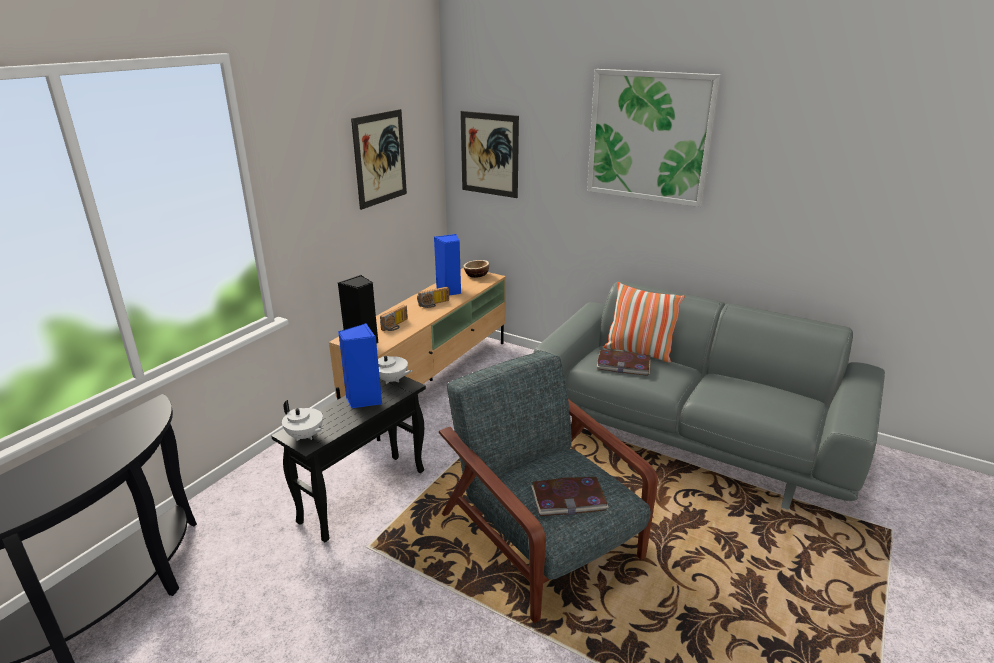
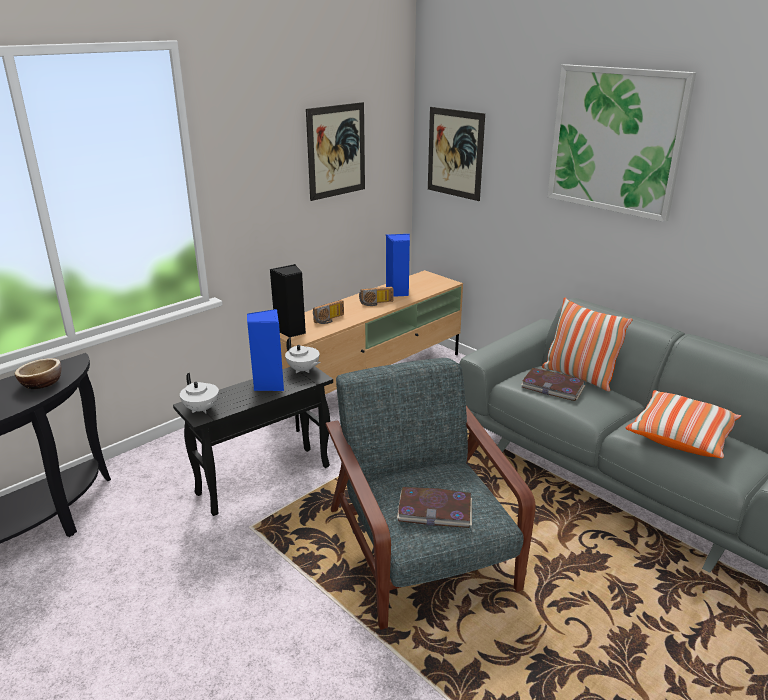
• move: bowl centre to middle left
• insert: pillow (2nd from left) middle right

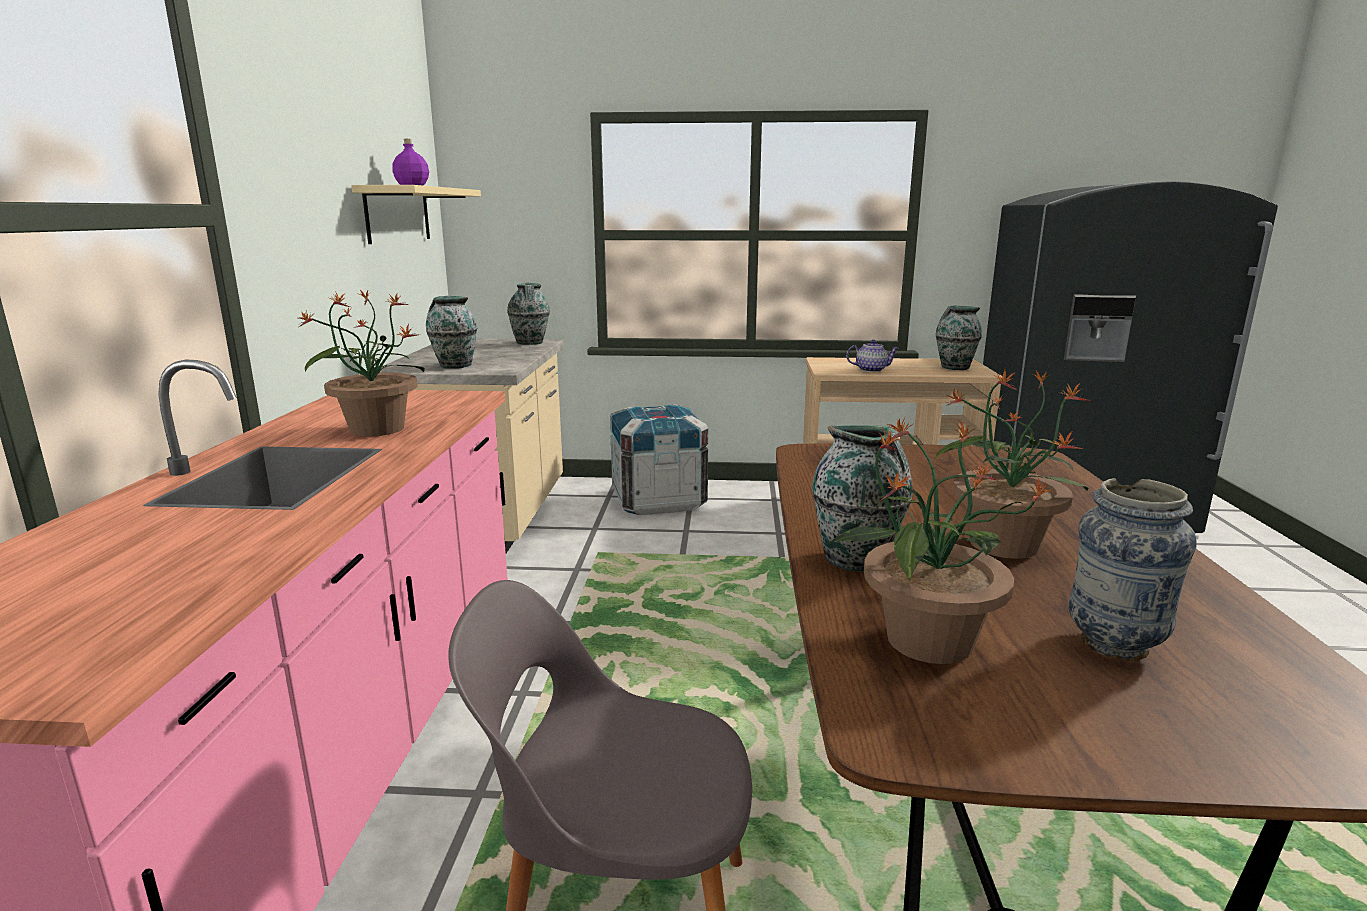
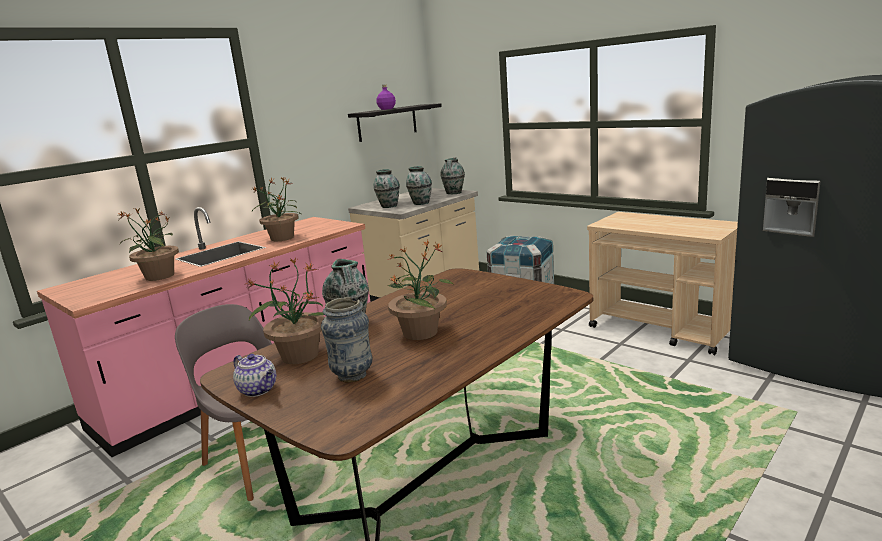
• insert: potted plant (1st from left) middle left
• move: teapot centre to bottom left
• recolor: shelf (beige) top left to shelf (black) top centre
• move: vase (4th from left) middle right to centre

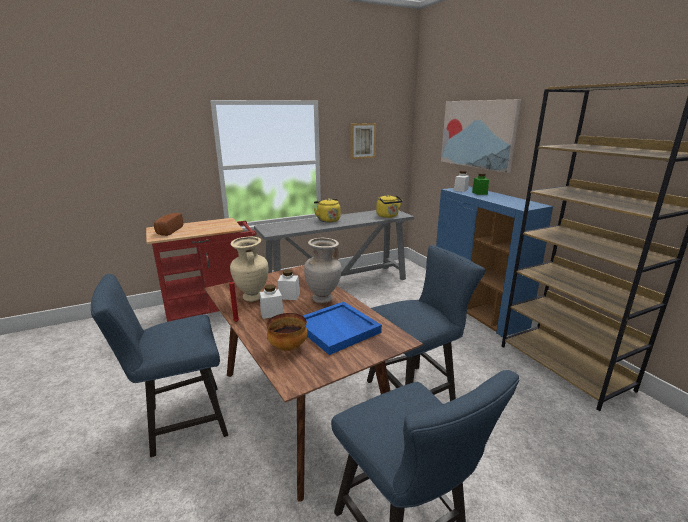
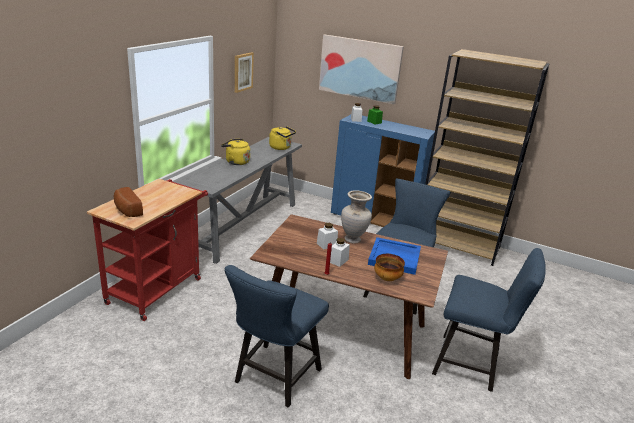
• delete: vase (beige) (1st from left) centre

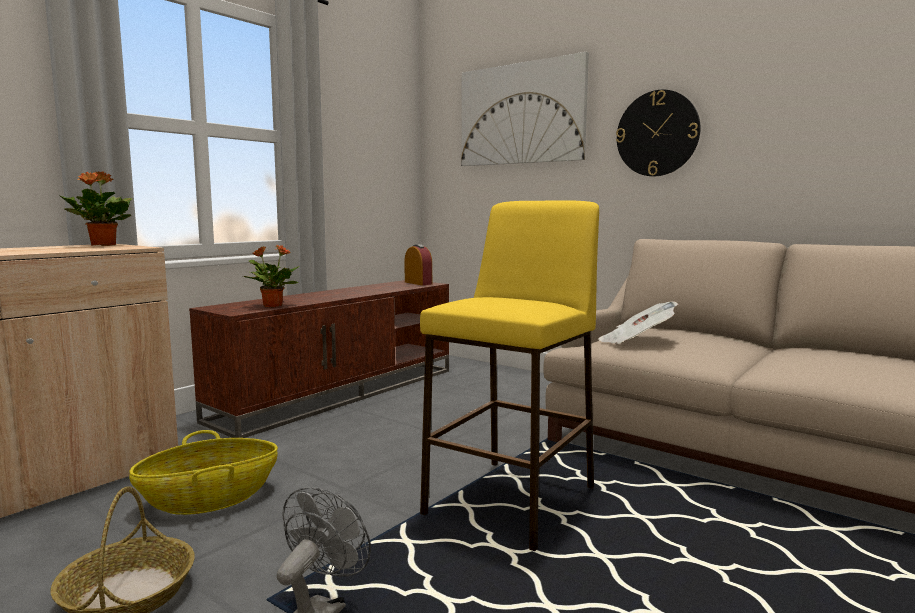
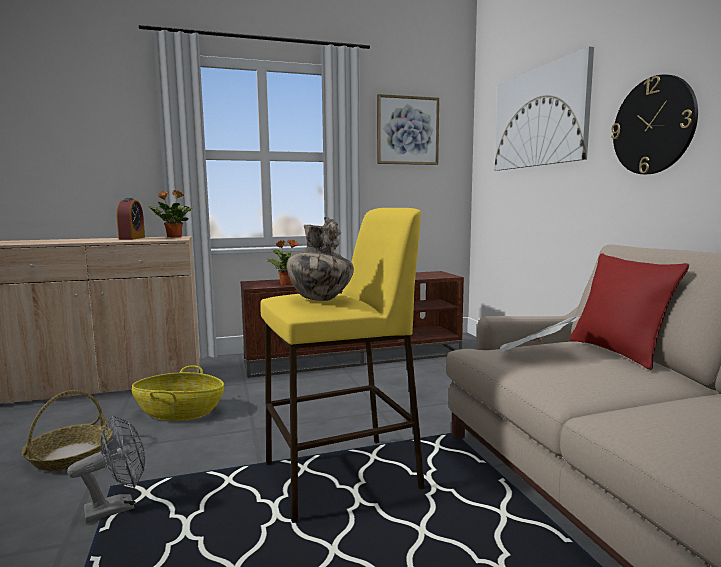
• move: alarm clock centre to middle left
• insert: vase centre
• insert: picture (1st from left) top centre
• insert: pillow (red) middle right

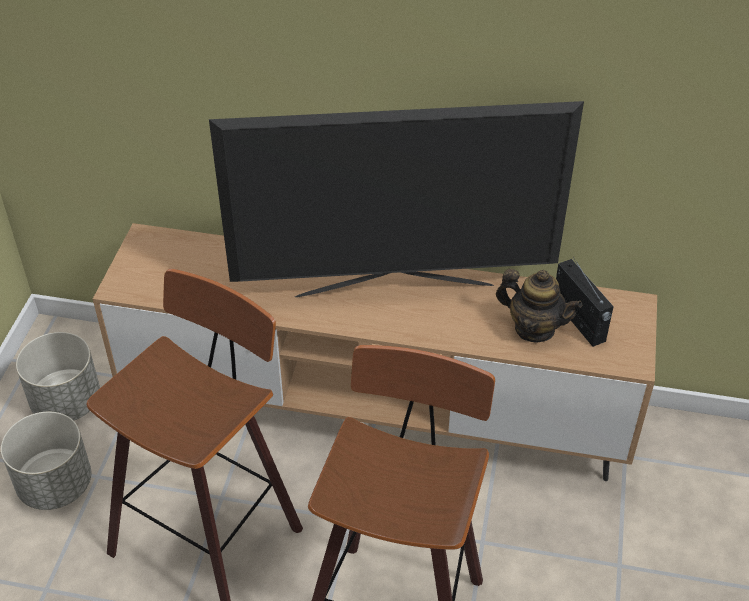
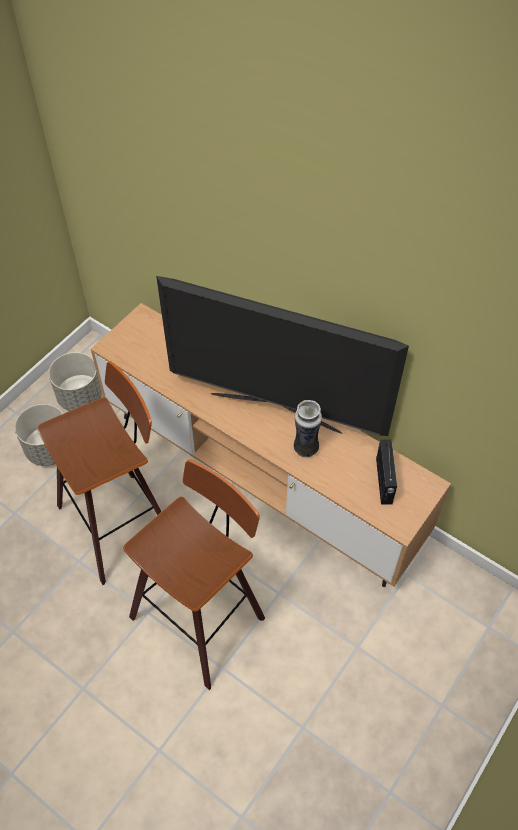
• insert: vase centre
• delete: teapot middle right

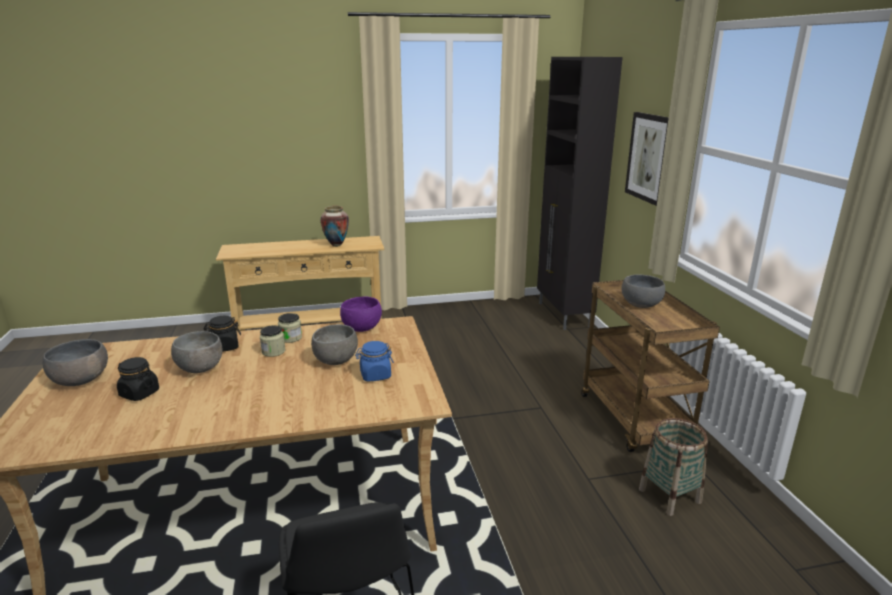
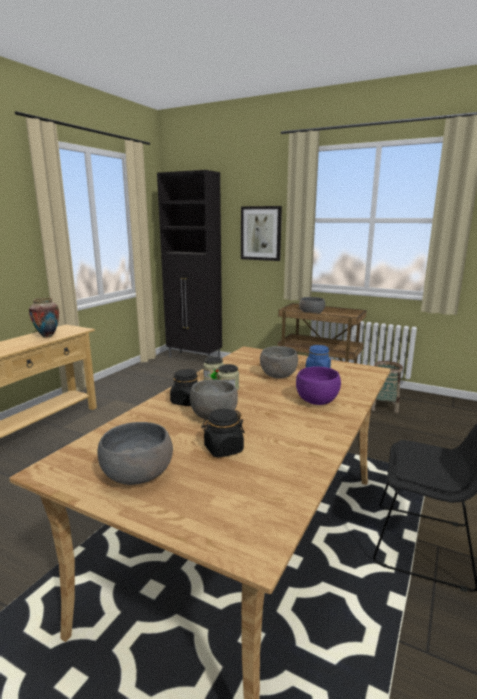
• move: bowl (purple) centre to middle right

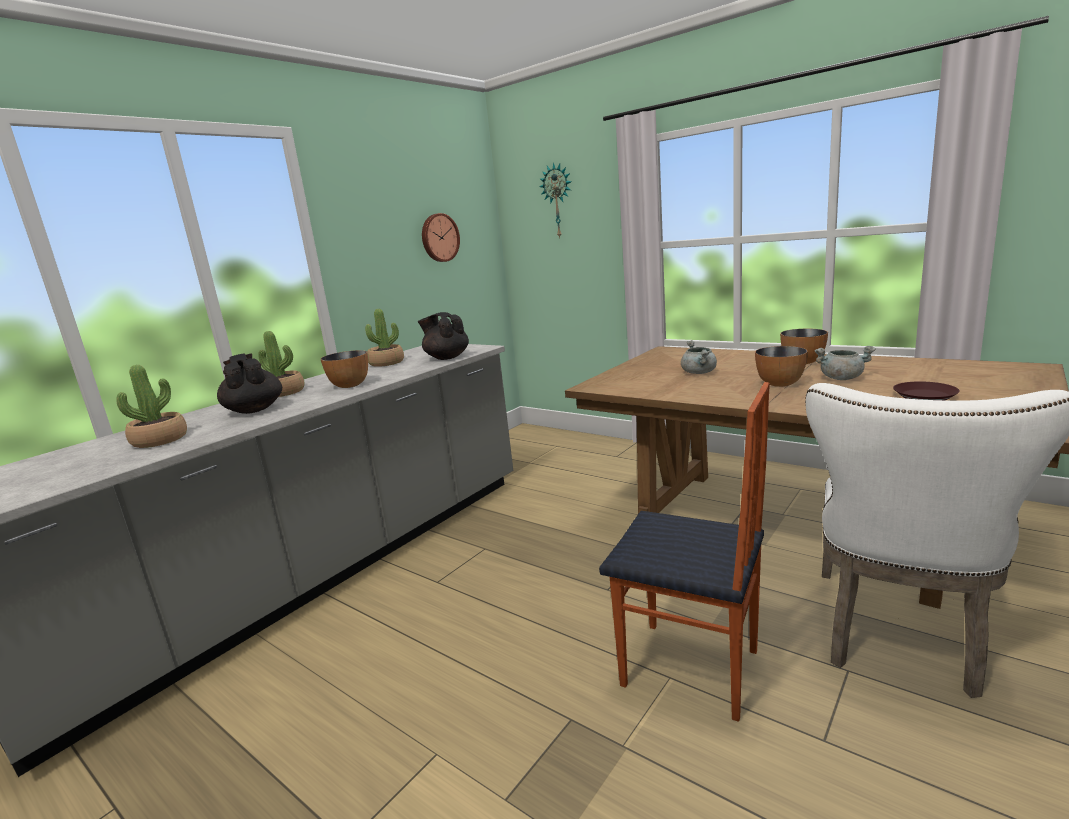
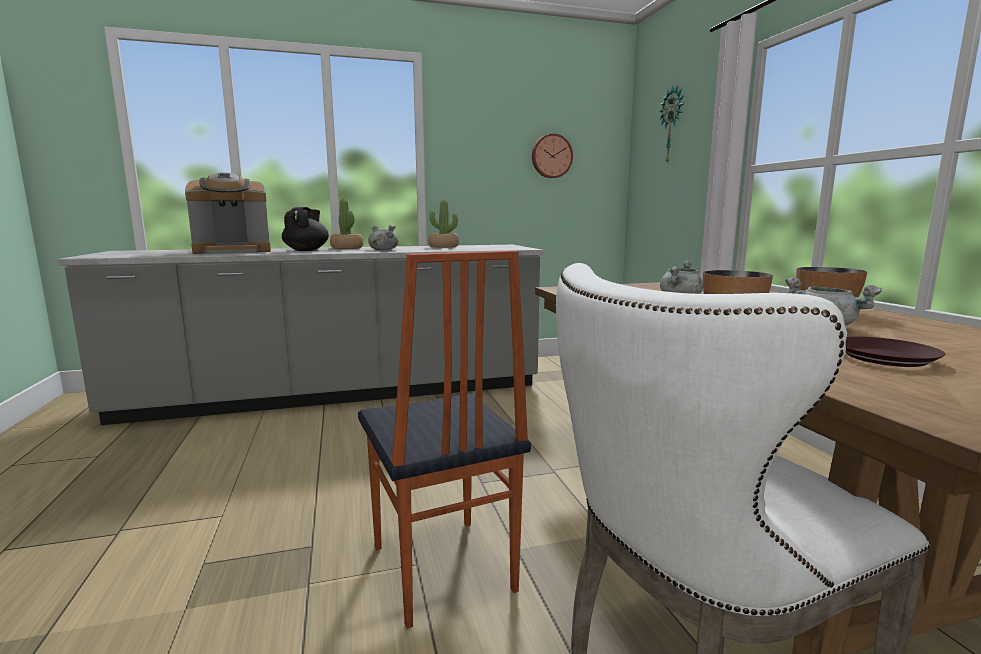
• replace: potted plant (1st from left) middle left to coffee machine top left
• replace: bowl (1st from left) middle left to cooking pot (grey) (1st from left) centre
• delete: teapot (black) (2nd from left) centre

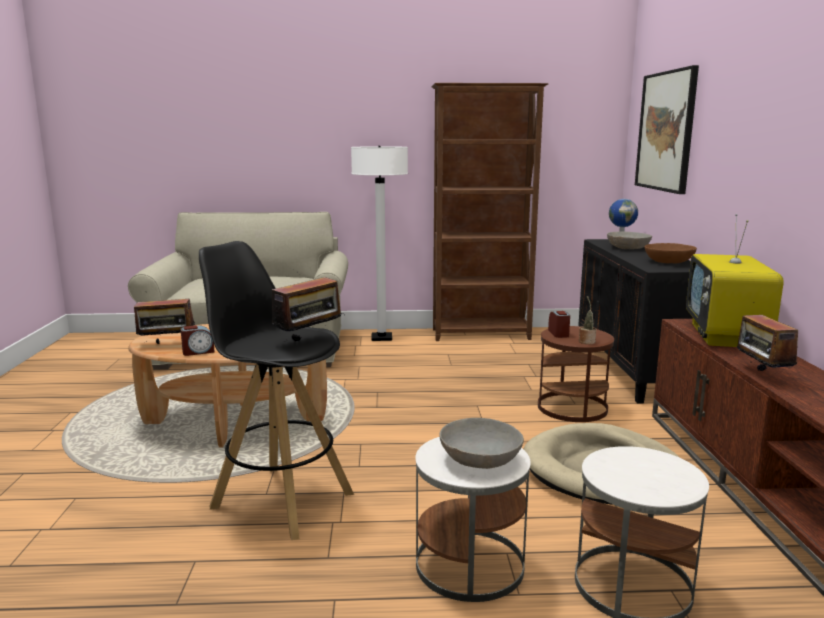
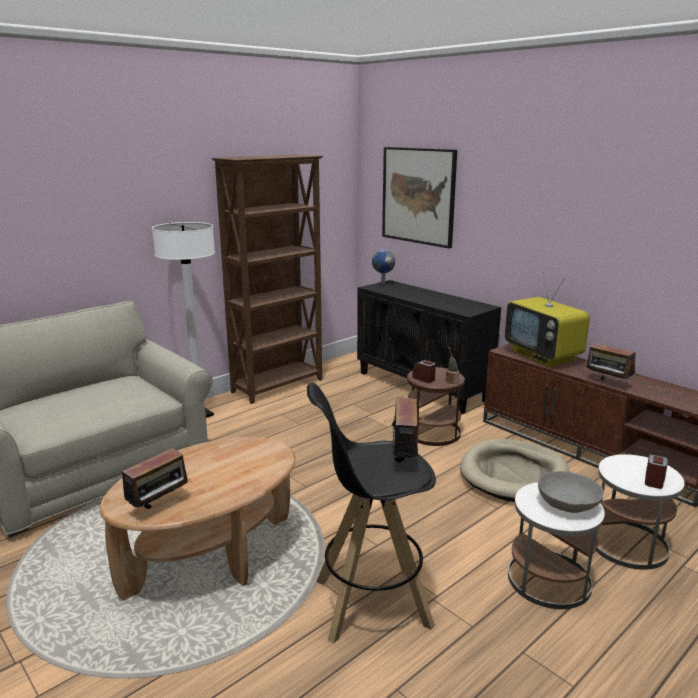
• move: alarm clock (1st from left in the first image) middle left to alarm clock (2nd from left) bottom right
• delete: bowl (grey) (2nd from left) middle right
• delete: bowl (brown) middle right

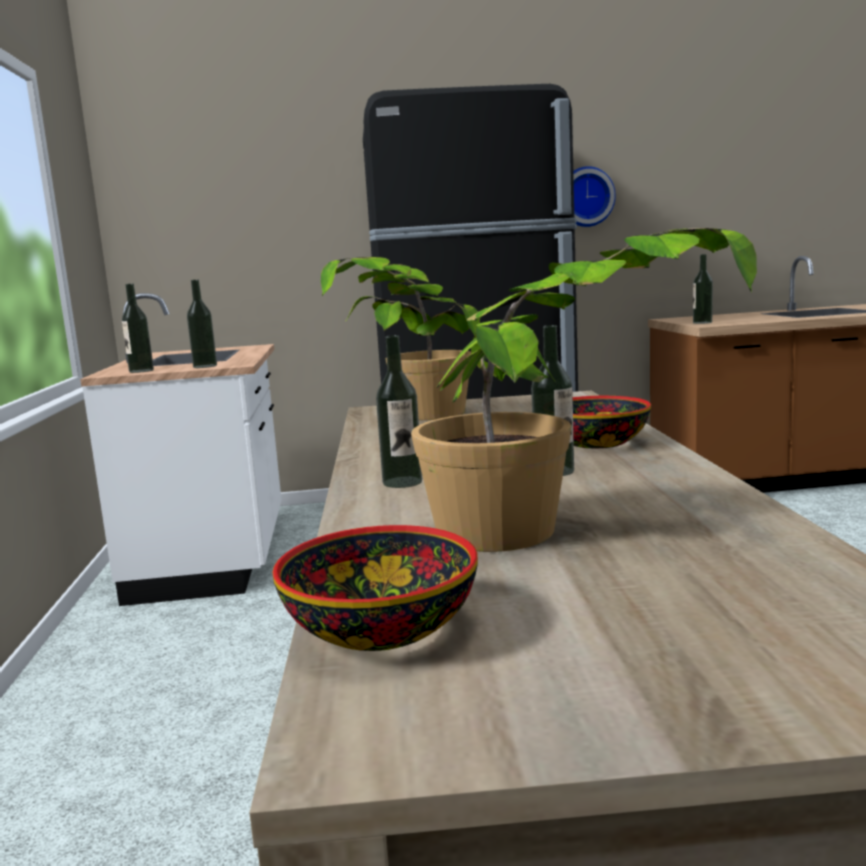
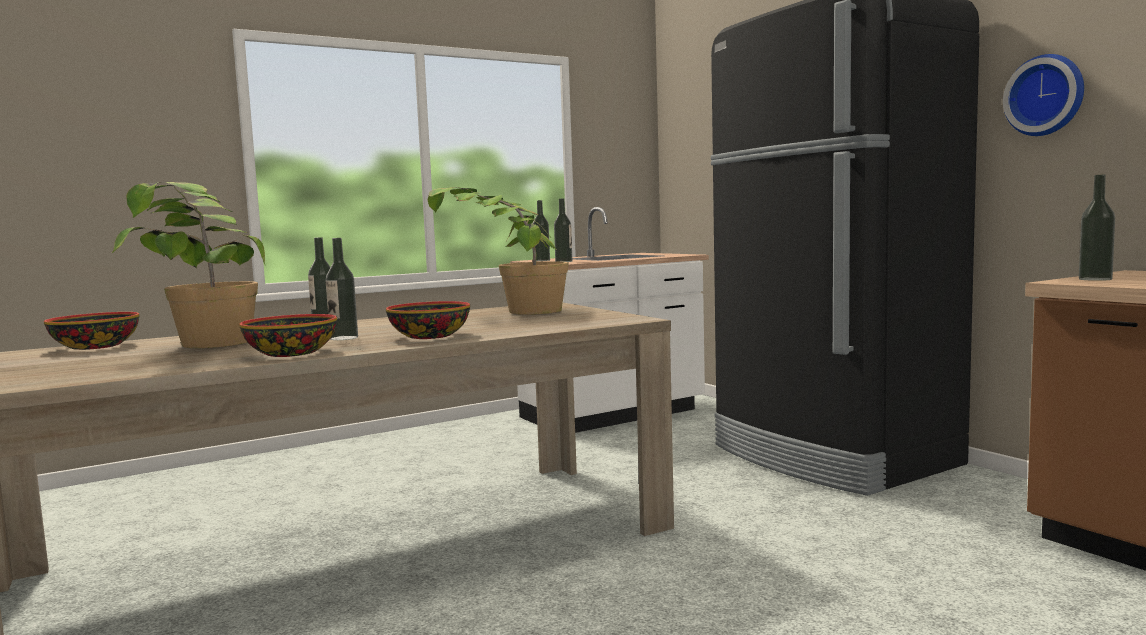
• insert: bowl (2nd from left) middle left

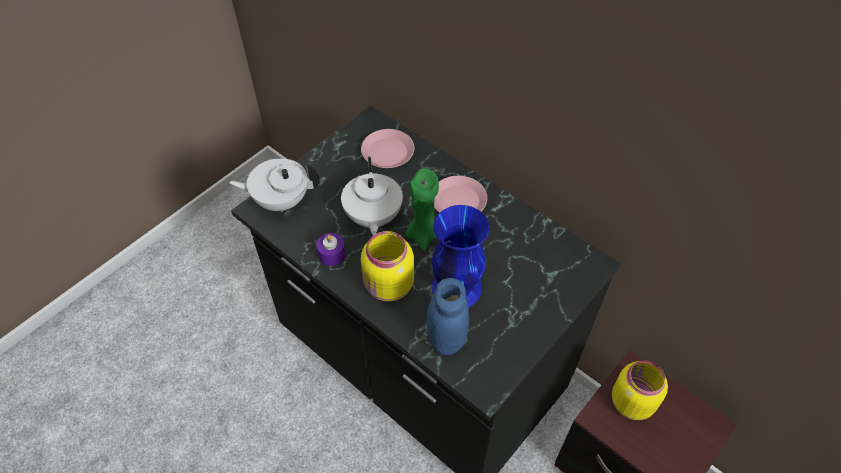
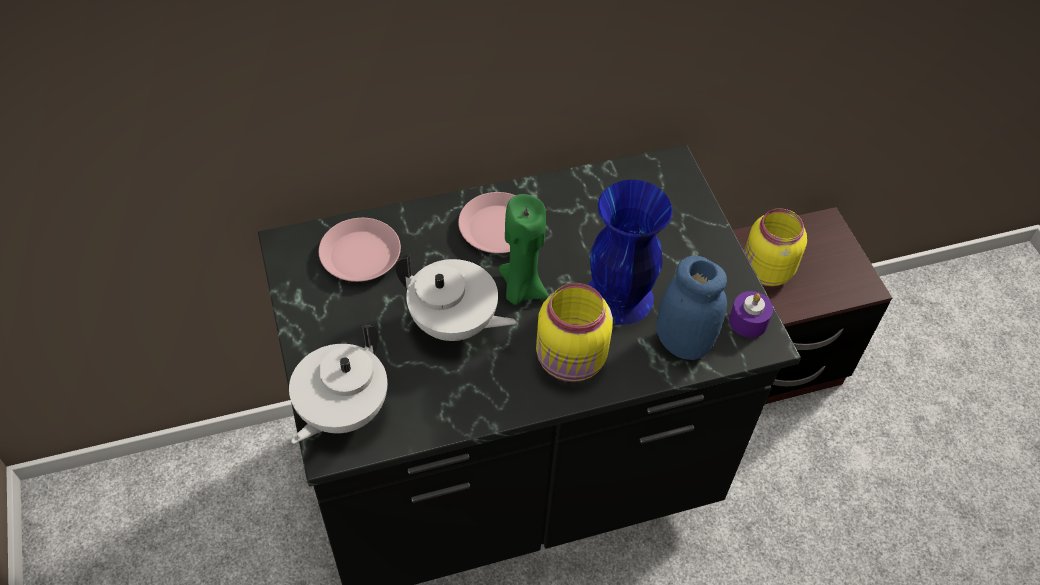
• move: candle (purple) centre to middle right

